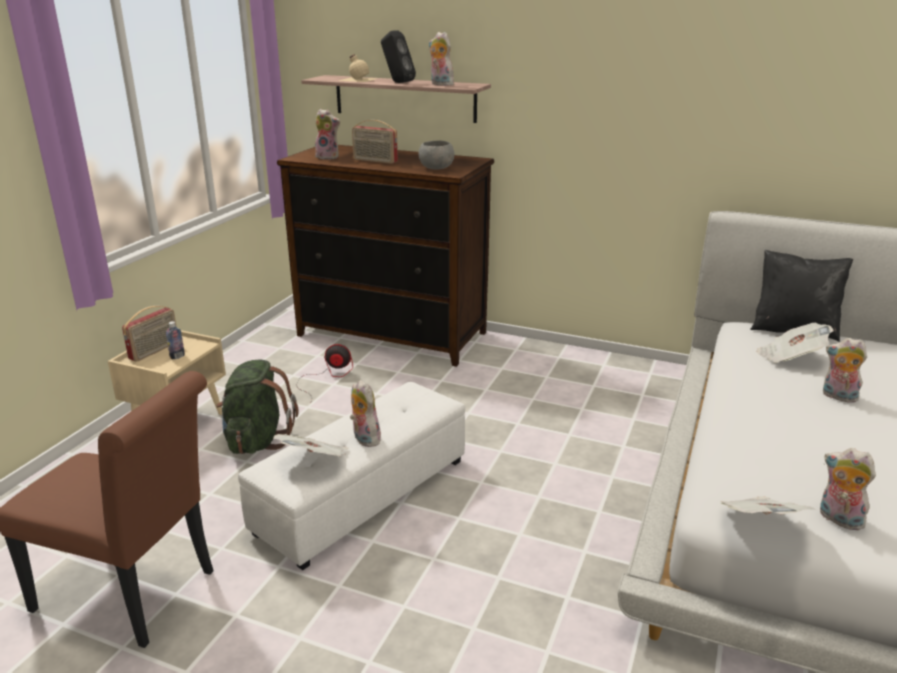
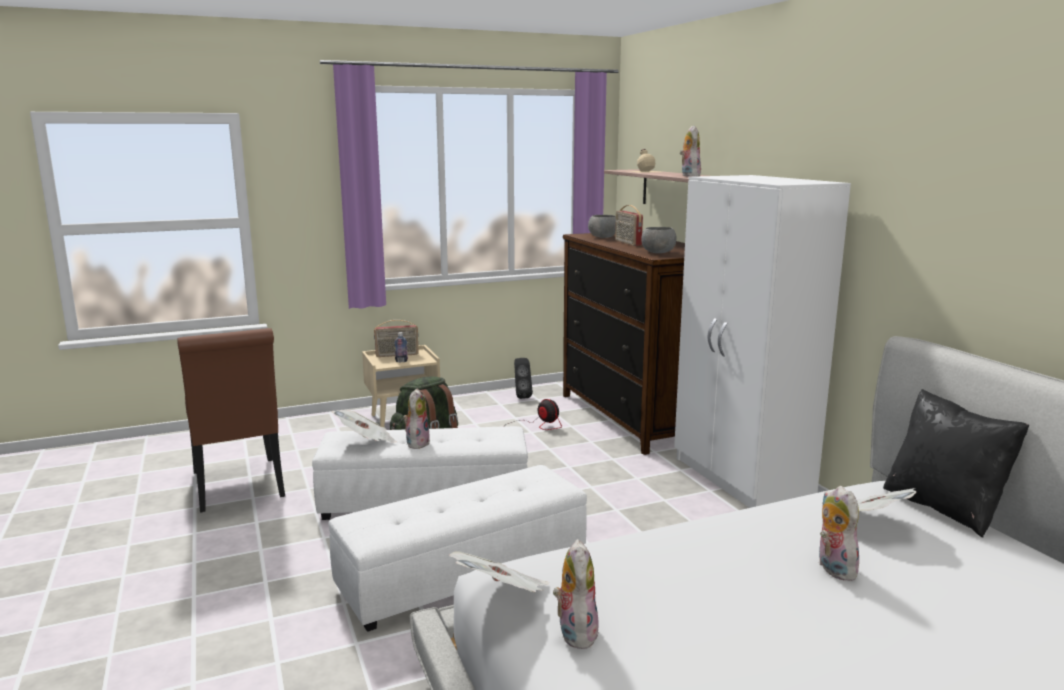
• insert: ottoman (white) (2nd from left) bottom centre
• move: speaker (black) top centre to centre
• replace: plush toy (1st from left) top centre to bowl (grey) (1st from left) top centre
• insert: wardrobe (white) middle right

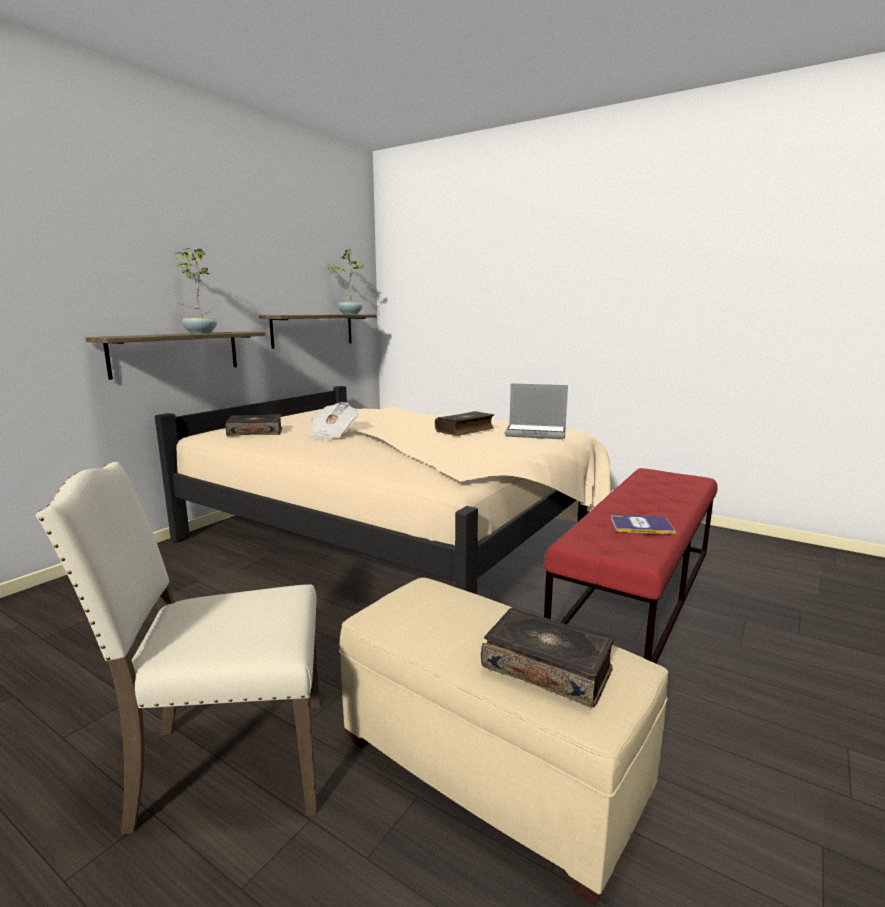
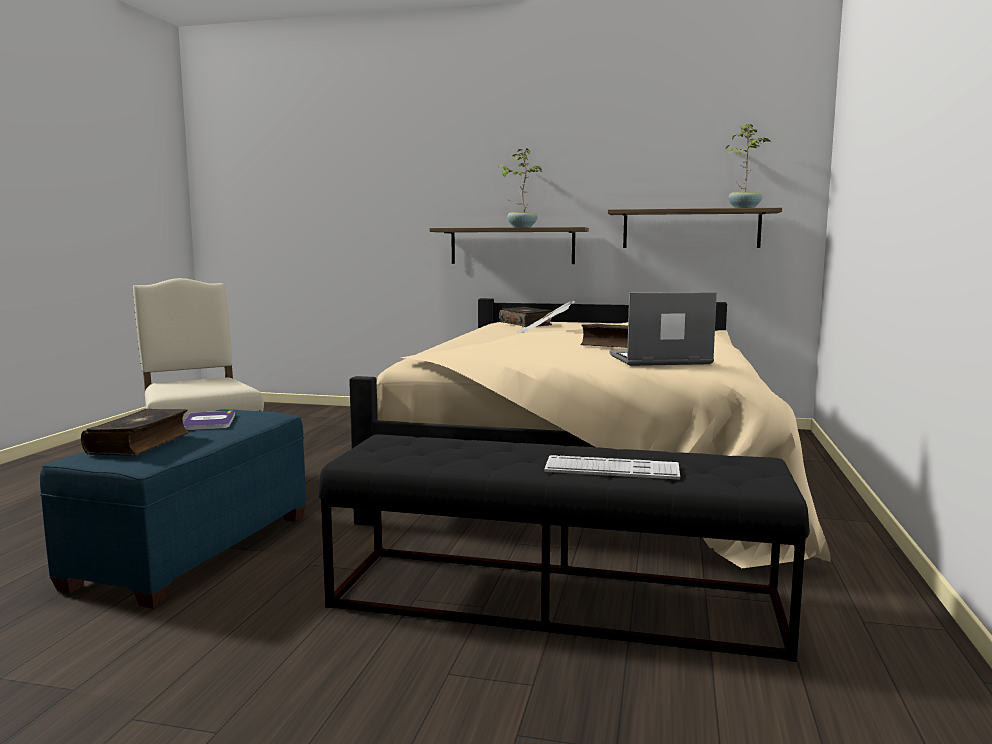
• recolor: ottoman (beige) bottom centre to ottoman (blue) bottom left
• move: book (4th from left in the first image) middle right to book (2nd from left) middle left
• recolor: bench (red) middle right to bench (black) bottom centre
• insert: keyboard centre
• rotate: laptop centre = middle right 90 degrees clockwise

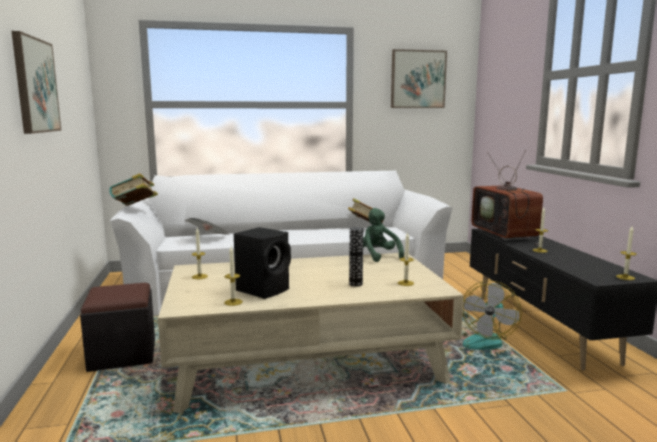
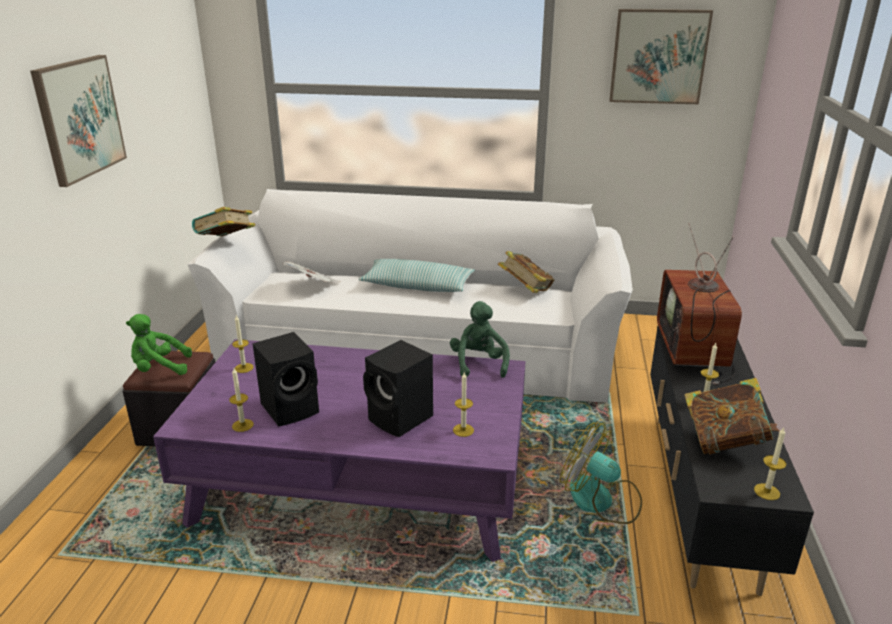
• insert: plush toy (green) (1st from left) middle left
• recolor: coffee table (beige) bottom centre to coffee table (purple) bottom centre
• insert: pillow centre
• replace: vase centre to speaker (black) (2nd from left) centre
• rotate: fan bottom right = bottom right 75 degrees clockwise
• insert: book (3rd from left) bottom right

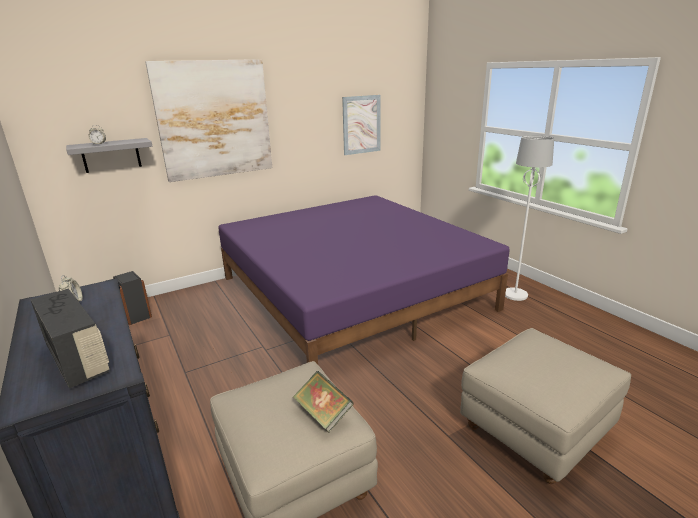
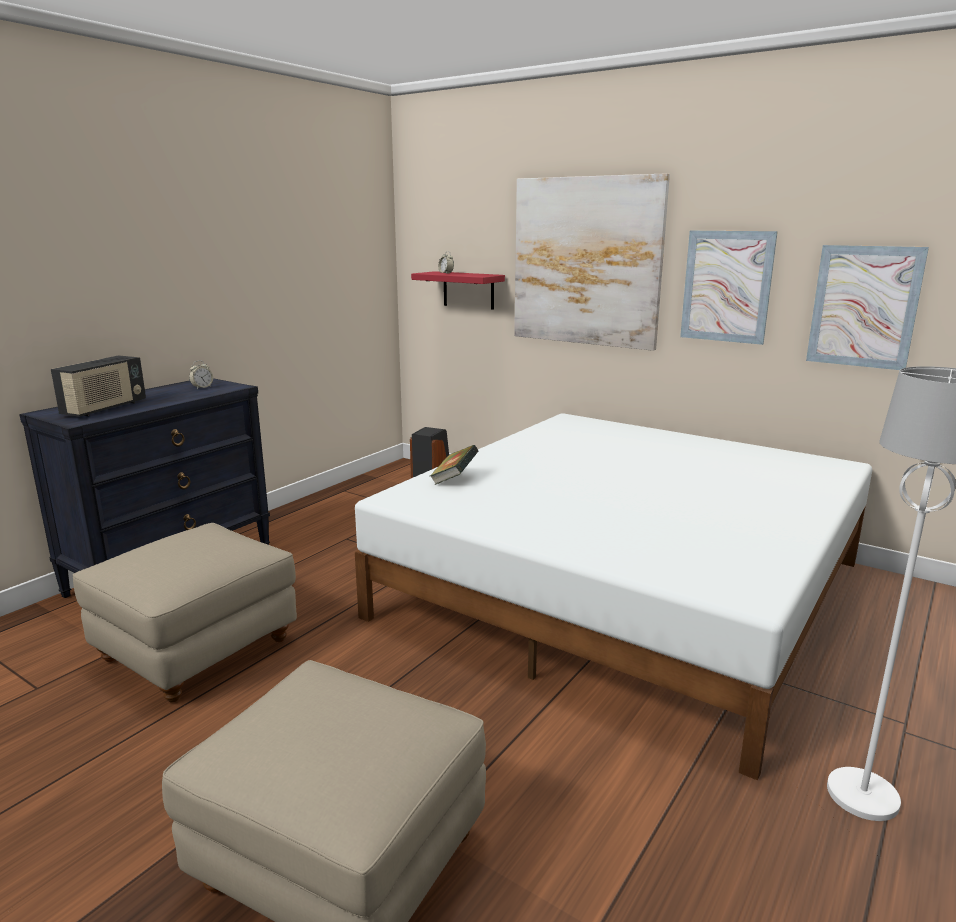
• recolor: bed (purple) centre to bed (white) centre
• recolor: shelf (grey) top left to shelf (red) top centre
• move: book bottom centre to centre
• insert: picture (2nd from left) top right

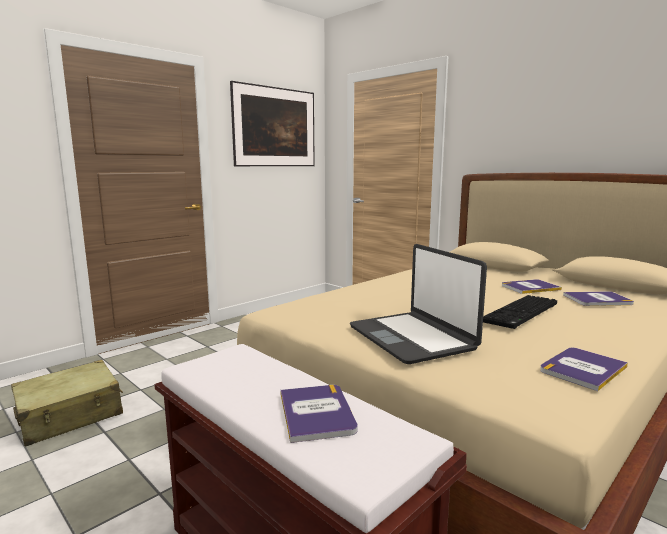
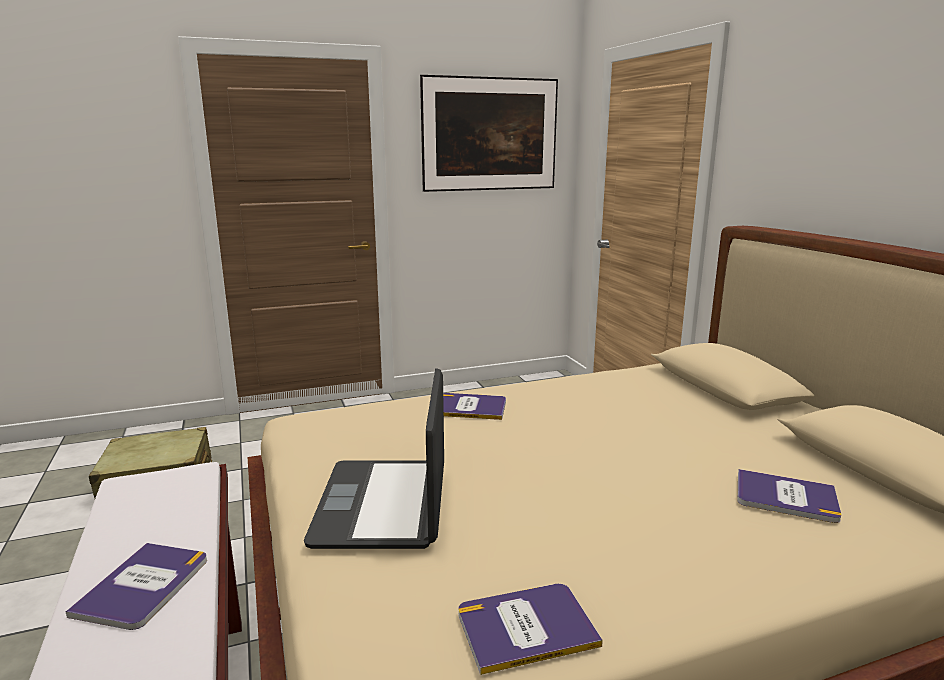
• move: book (2nd from left) middle right to centre
• delete: keyboard middle right

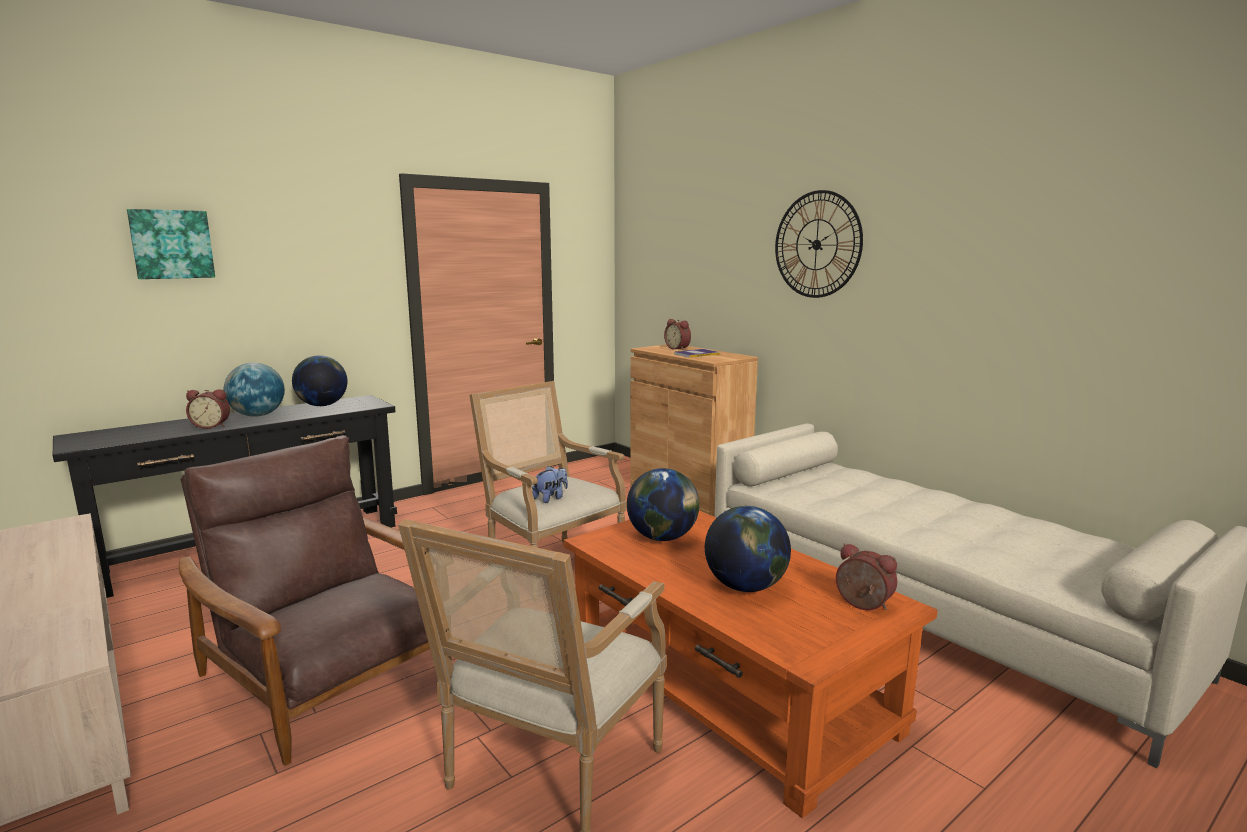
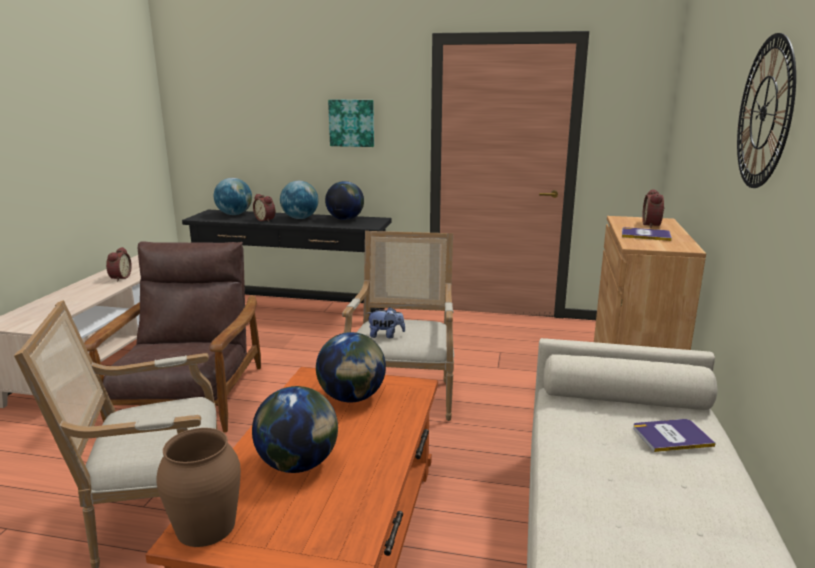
• move: alarm clock (3rd from left in the first image) bottom right to alarm clock (1st from left) middle left
• insert: vase (brown) bottom left
• insert: globe (1st from left) middle left
• move: picture top left to top centre
• insert: book (2nd from left) bottom right

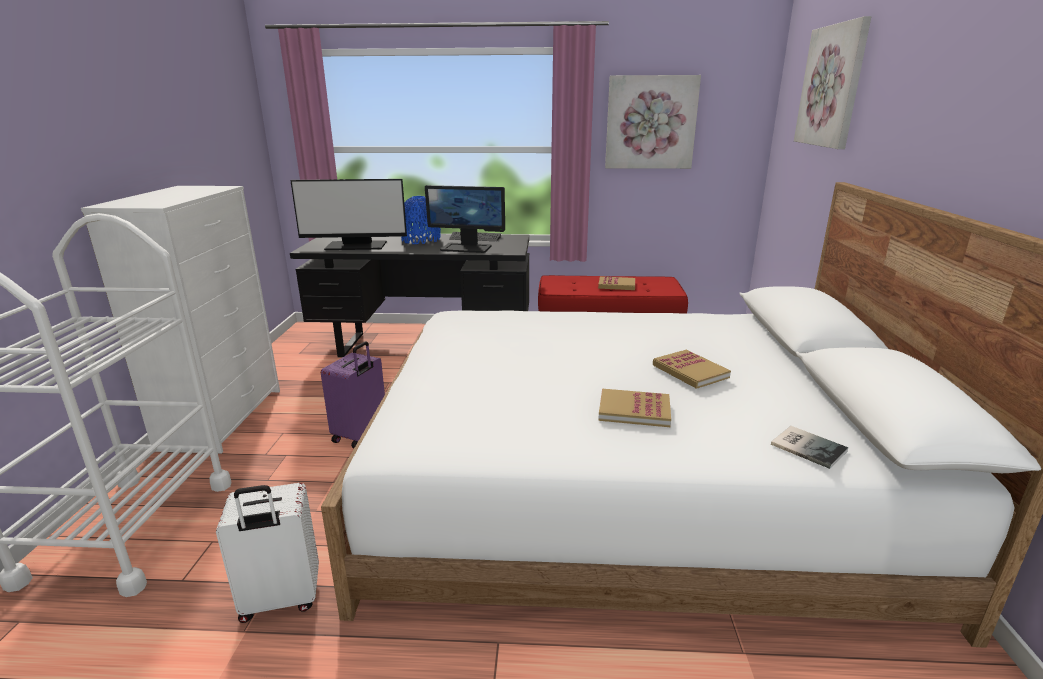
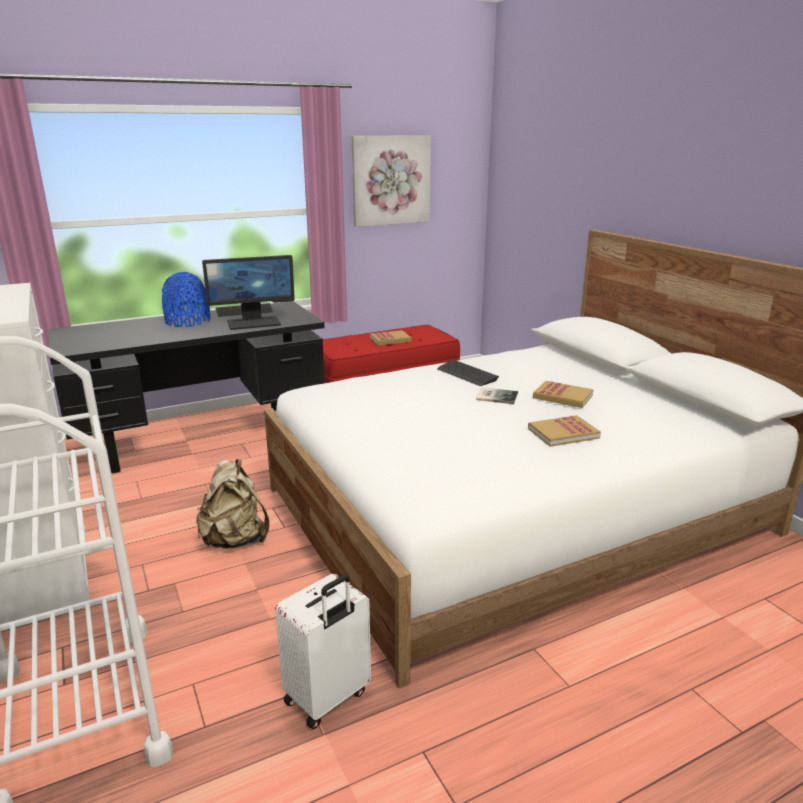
• replace: suitcase (purple) centre to backpack (beige) middle left
• insert: keyboard (2nd from left) centre
• move: book (4th from left in the first image) middle right to book (2nd from left) centre
• delete: monitor (1st from left) top centre
• delete: picture (2nd from left) top right

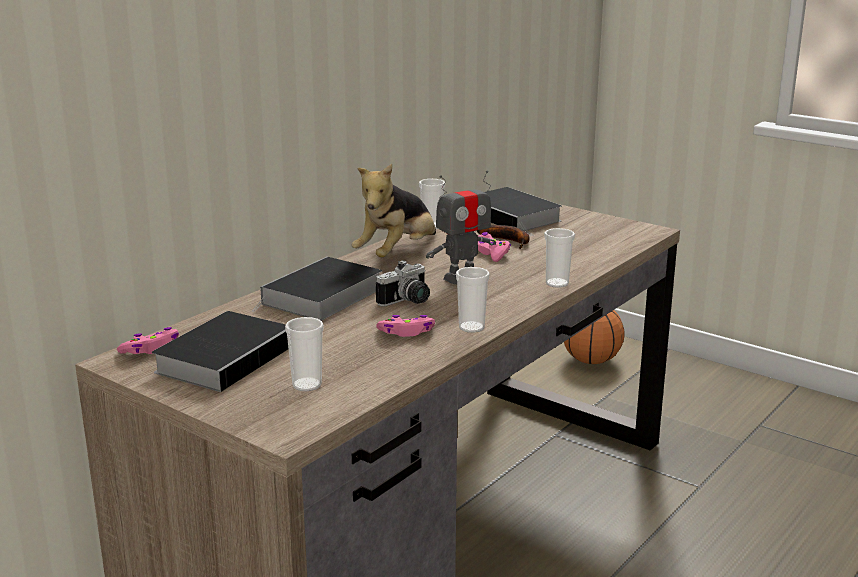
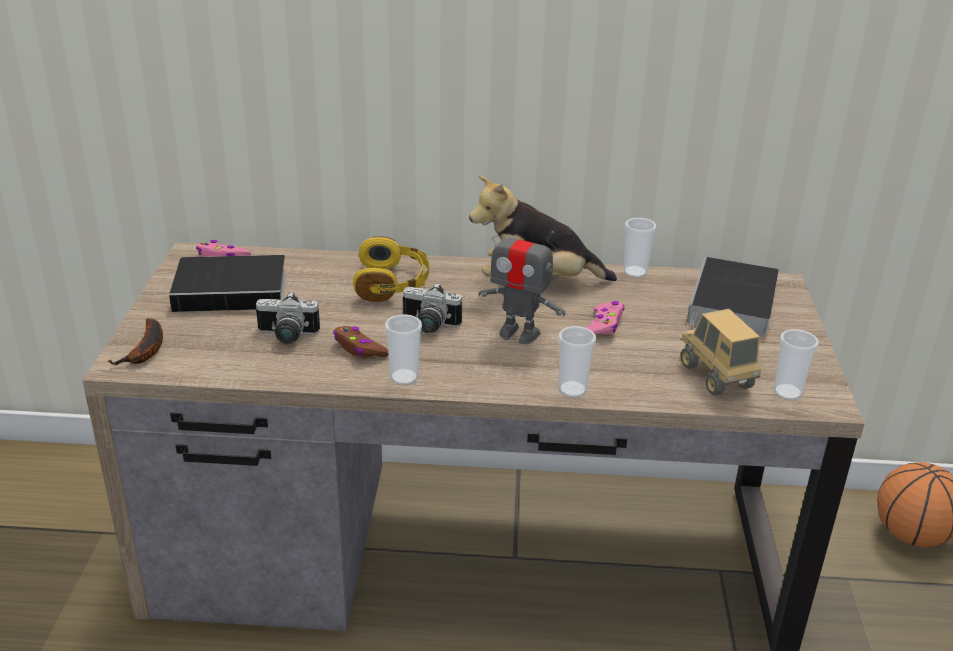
• move: banana centre to middle left
• insert: photo camera (1st from left) middle left
• recolor: game controller (pink) (2nd from left) centre to game controller (brown) centre
• replace: book (2nd from left) centre to headphones (yellow) centre
• insert: toy truck middle right
• move: cup (1st from left in the first image) centre to cup (4th from left) middle right

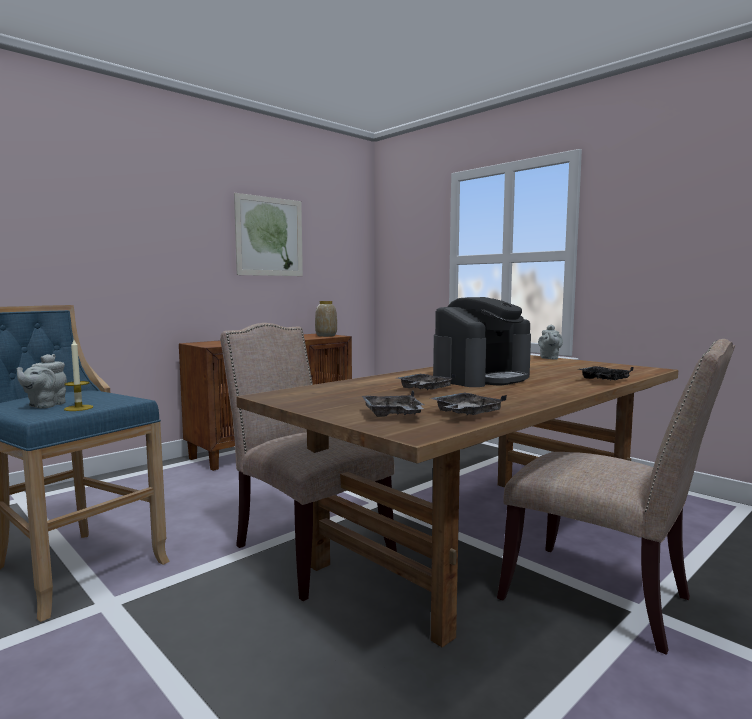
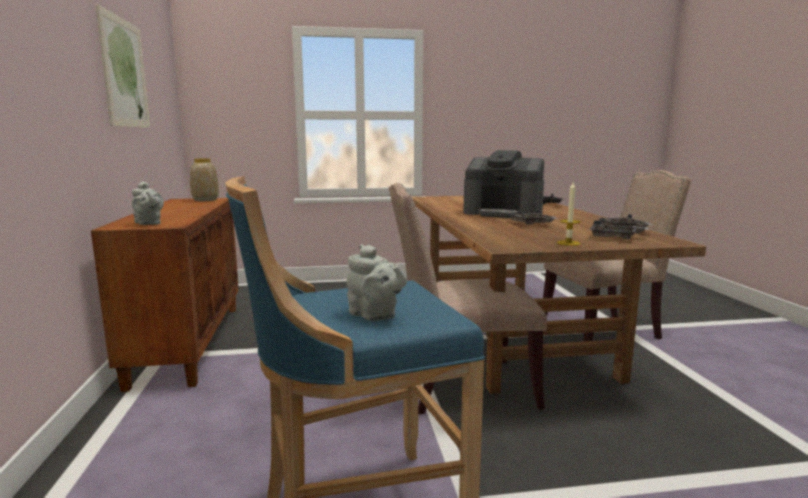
• move: teapot (grey) (2nd from left in the first image) middle right to teapot (grey) (1st from left) middle left
• rotate: coffee machine centre = centre 120 degrees clockwise
• move: candle middle left to middle right

